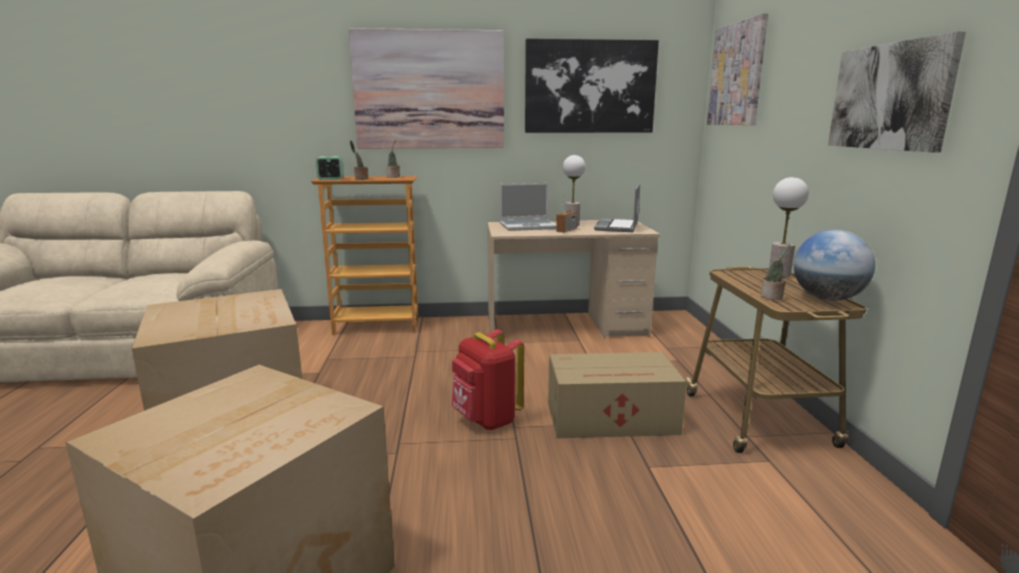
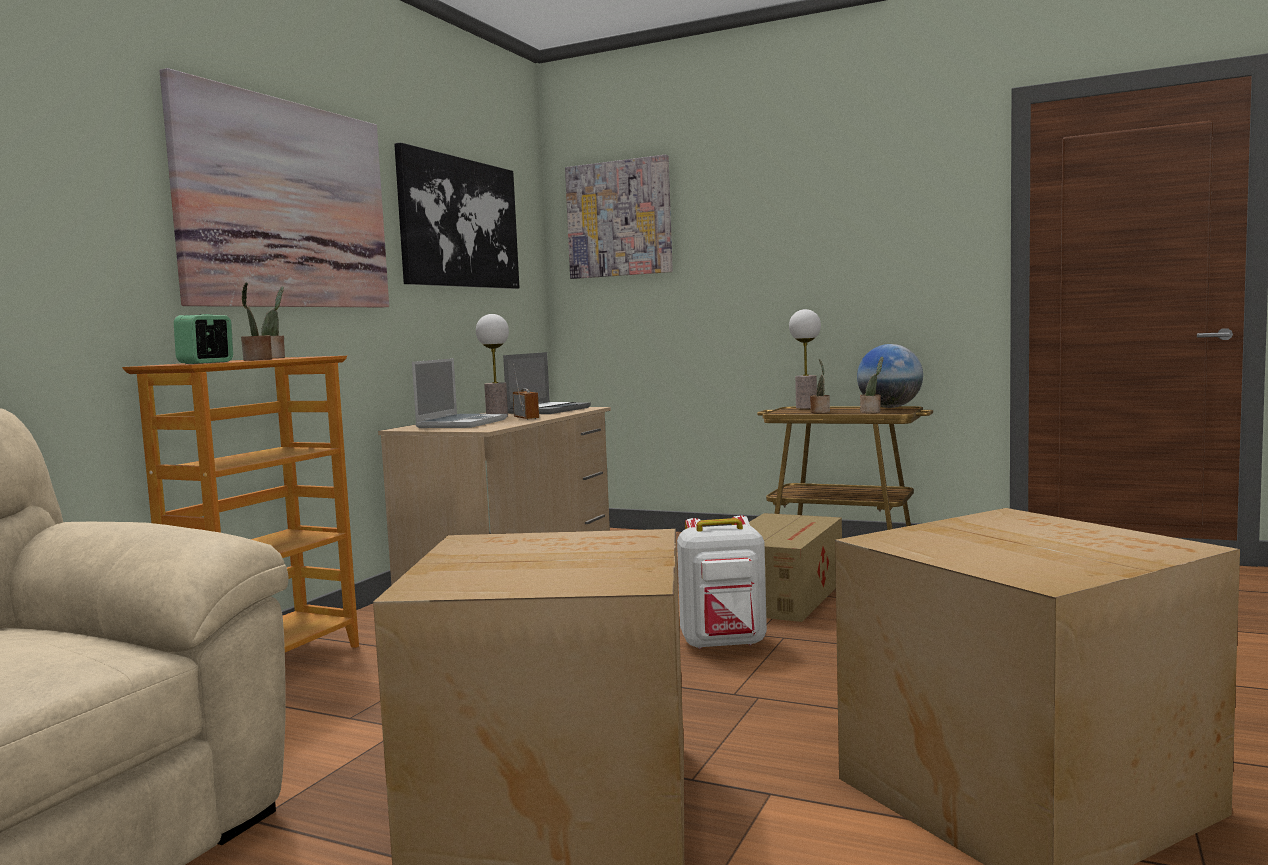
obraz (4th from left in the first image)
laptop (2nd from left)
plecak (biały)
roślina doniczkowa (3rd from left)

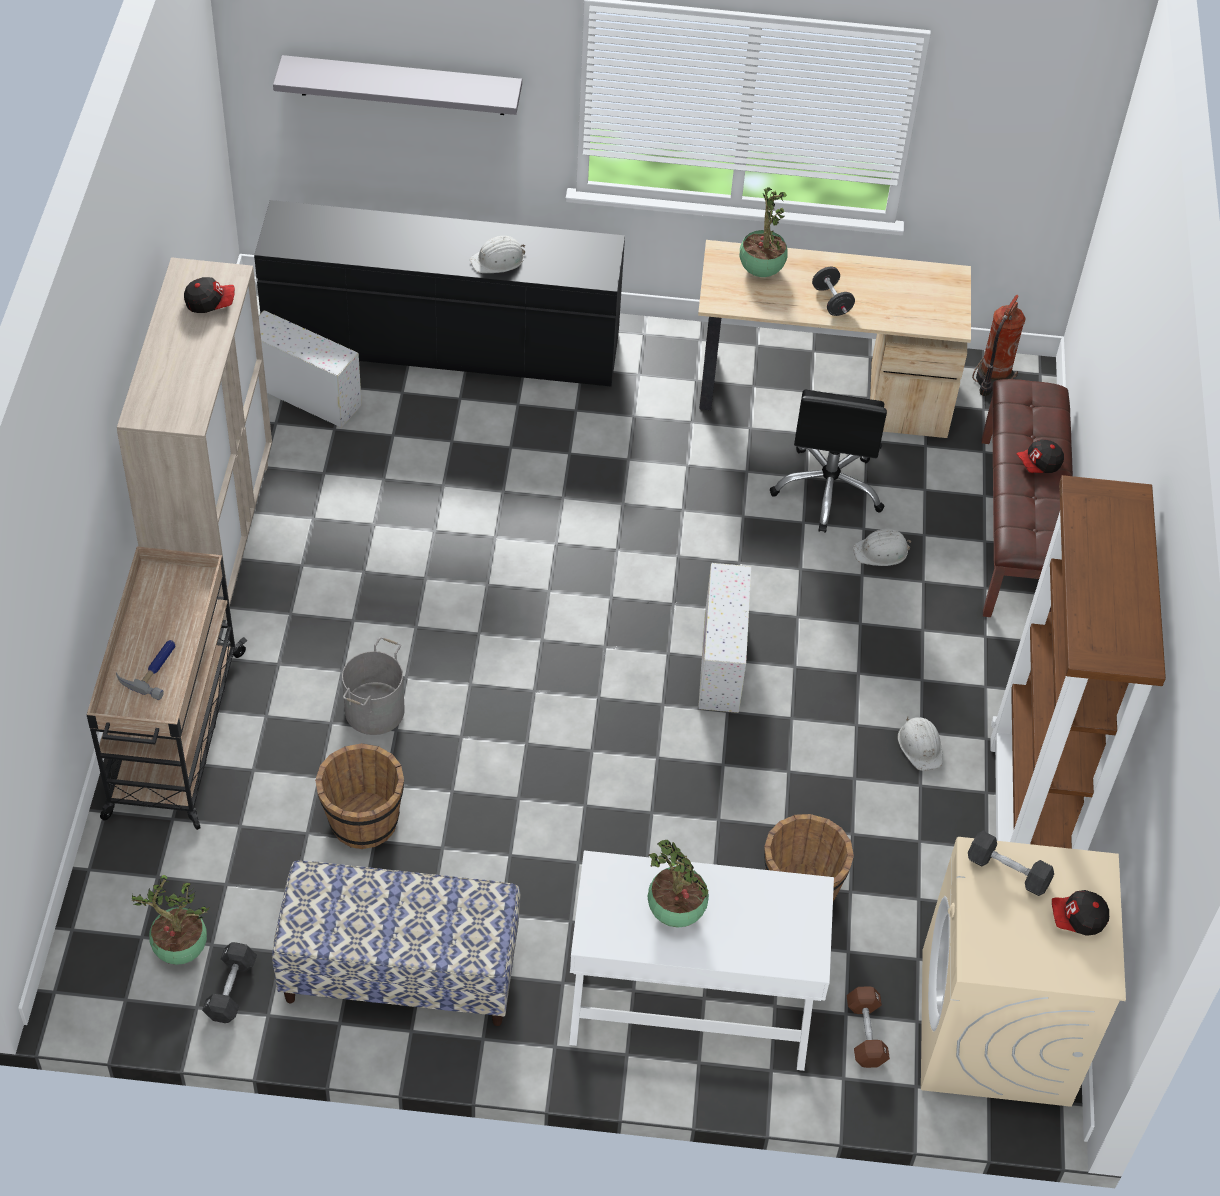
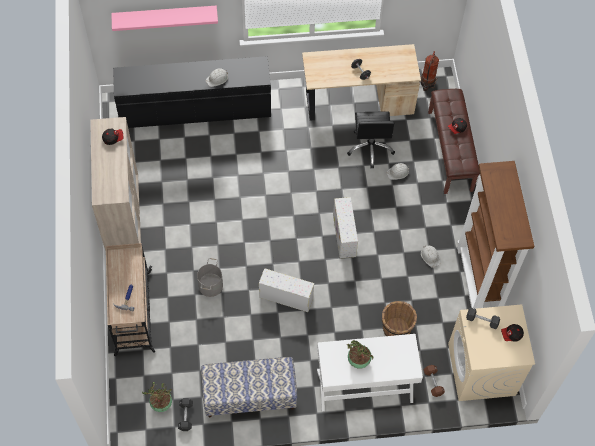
półka (różowy)
roślina doniczkowa (3rd from left in the first image)
pojemnik do przechowywania (biały) (1st from left)
wiadro (brązowy) (1st from left in the first image)

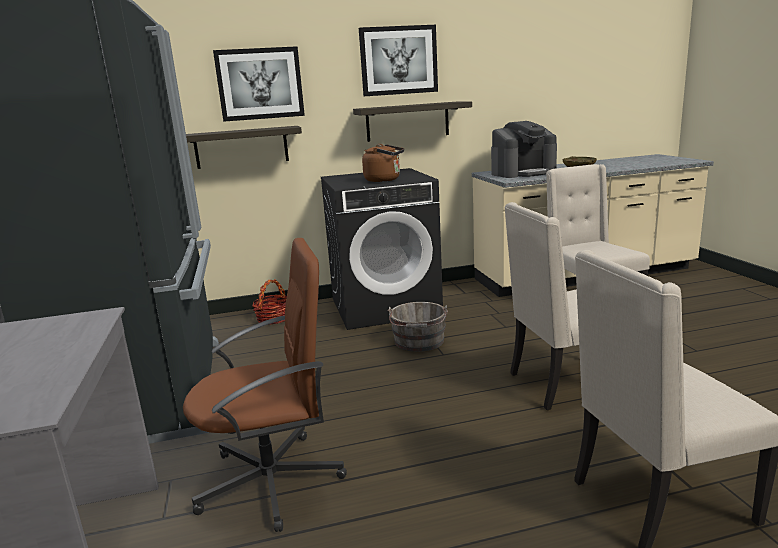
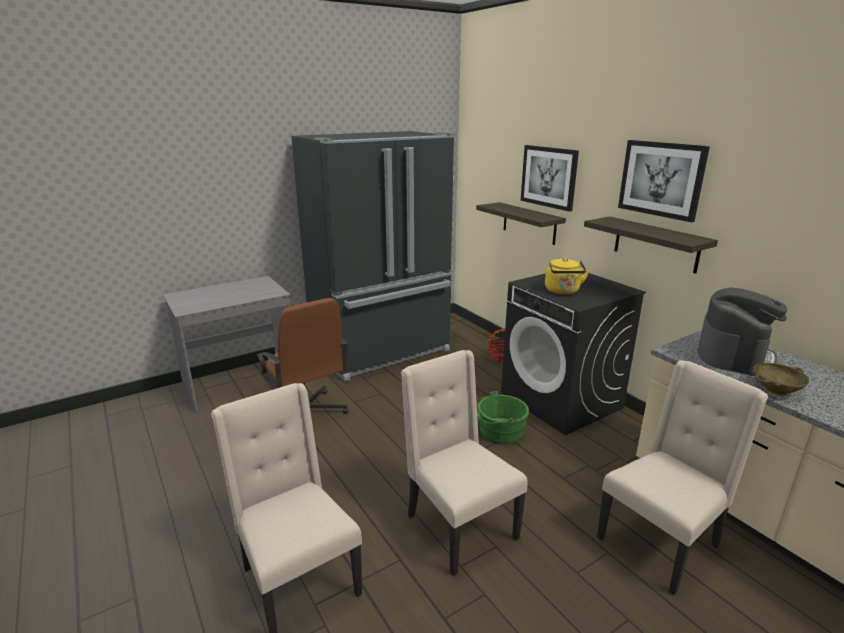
ekspres do kawy
czajnik (żółty)
wiadro (zielony)

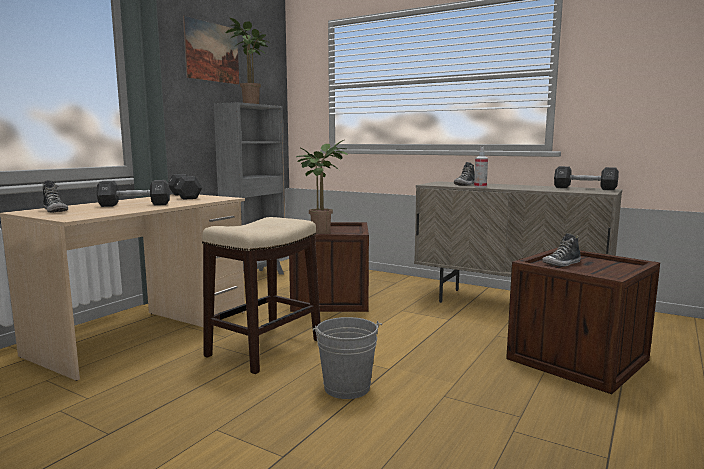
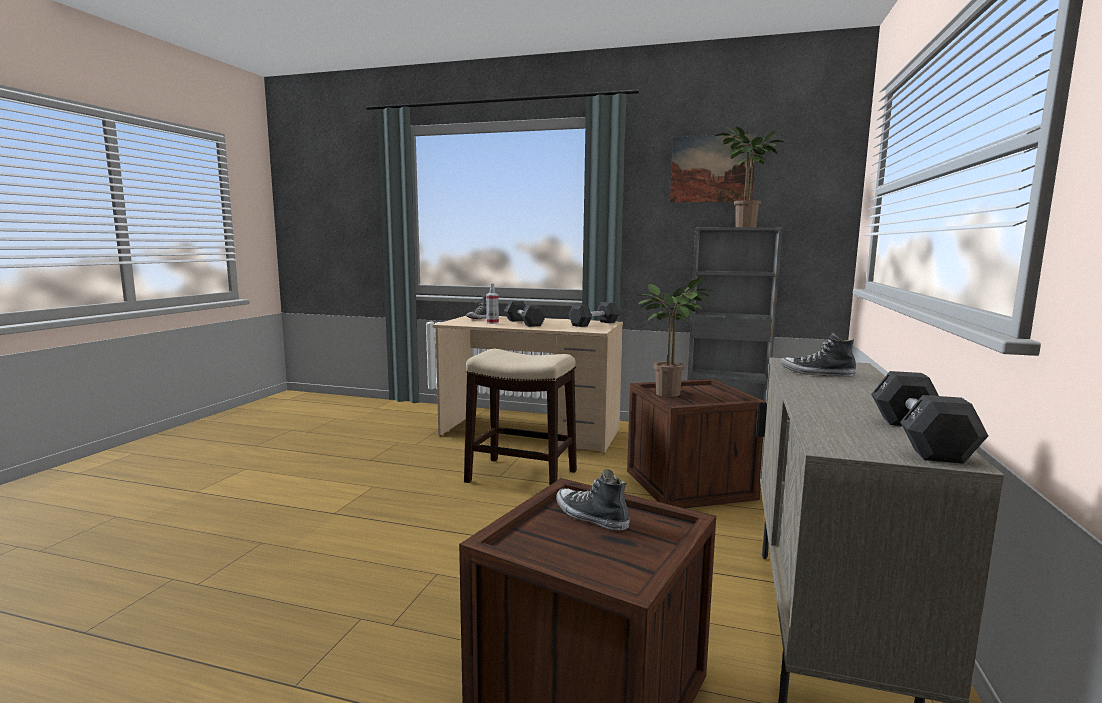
spryskiwacz
wiadro (szary)

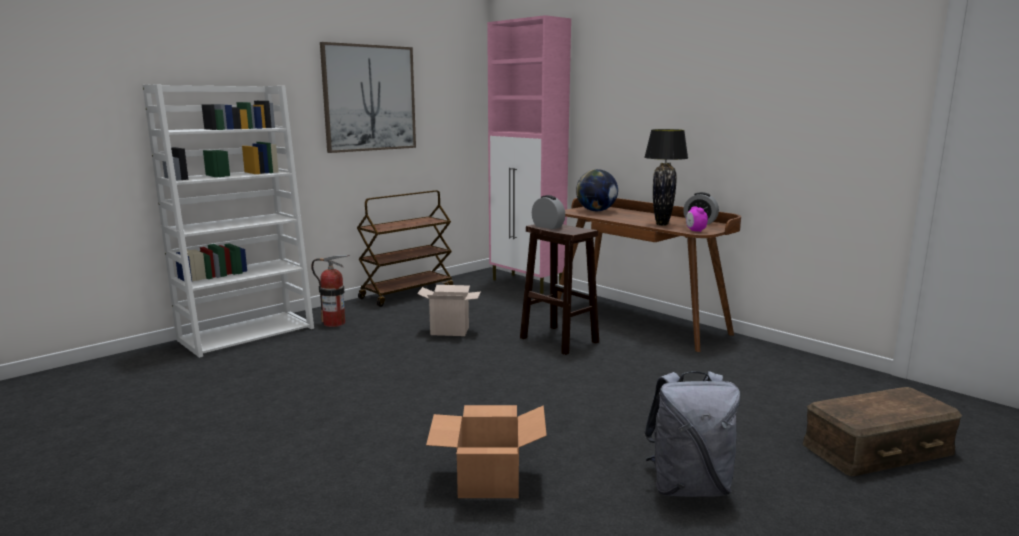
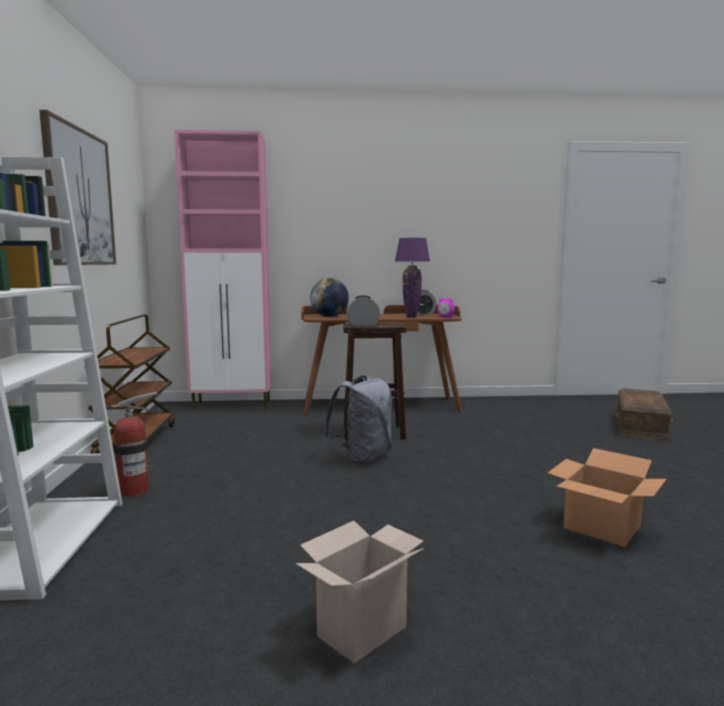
lampa stołowa (fioletowy)
karton (1st from left)
plecak (szary)

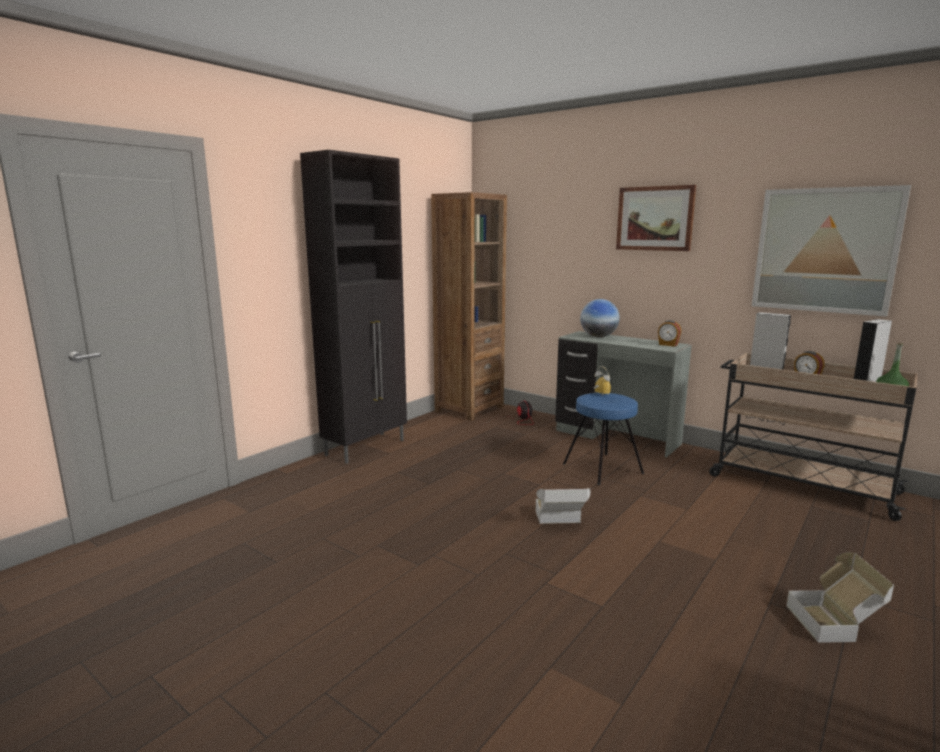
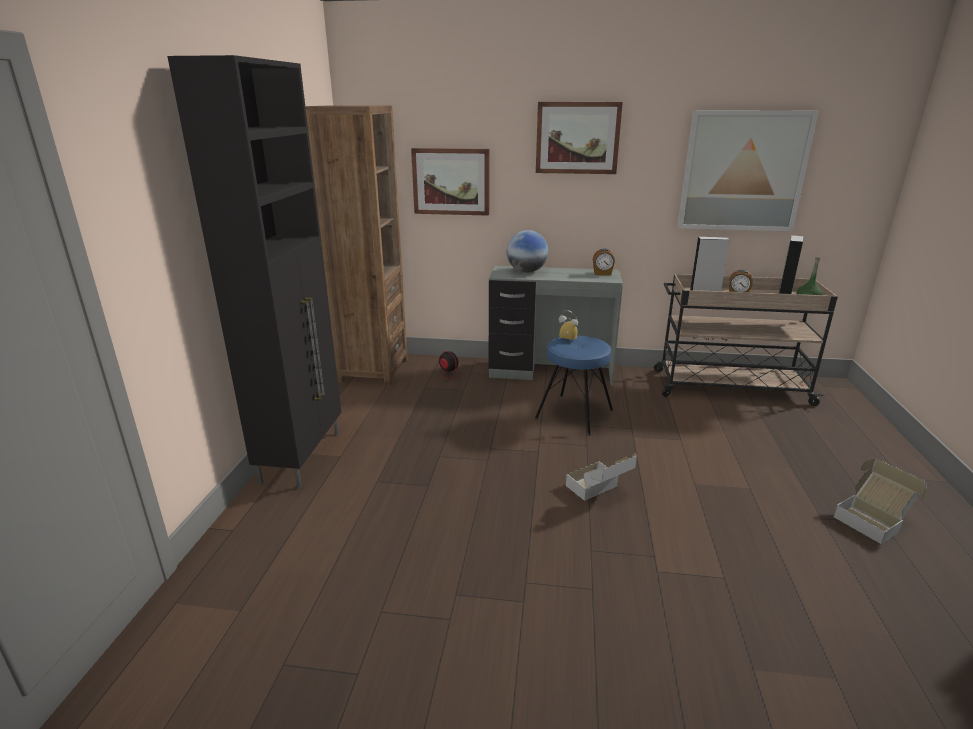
obraz (1st from left)

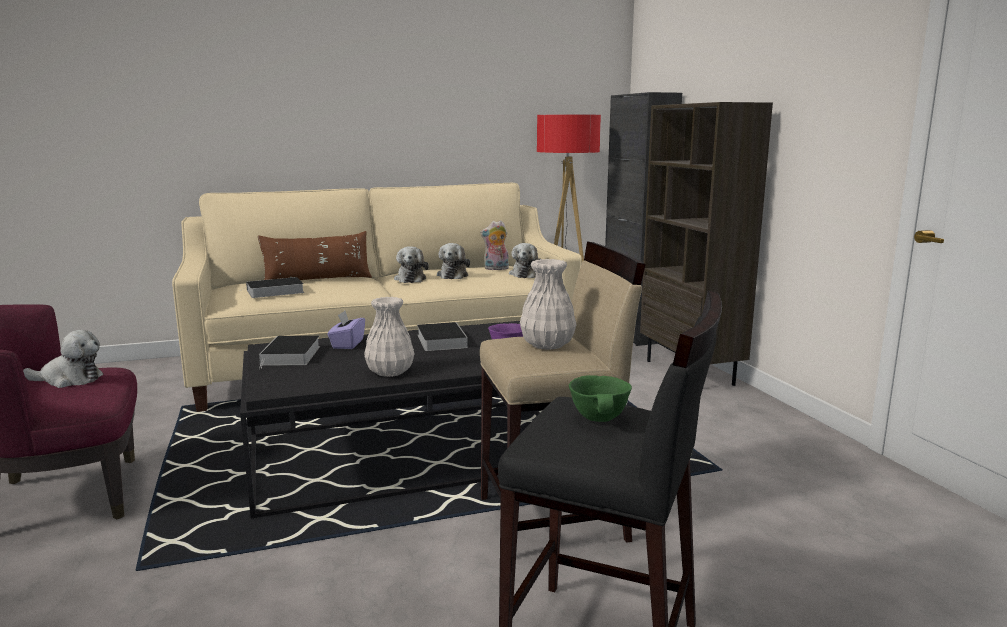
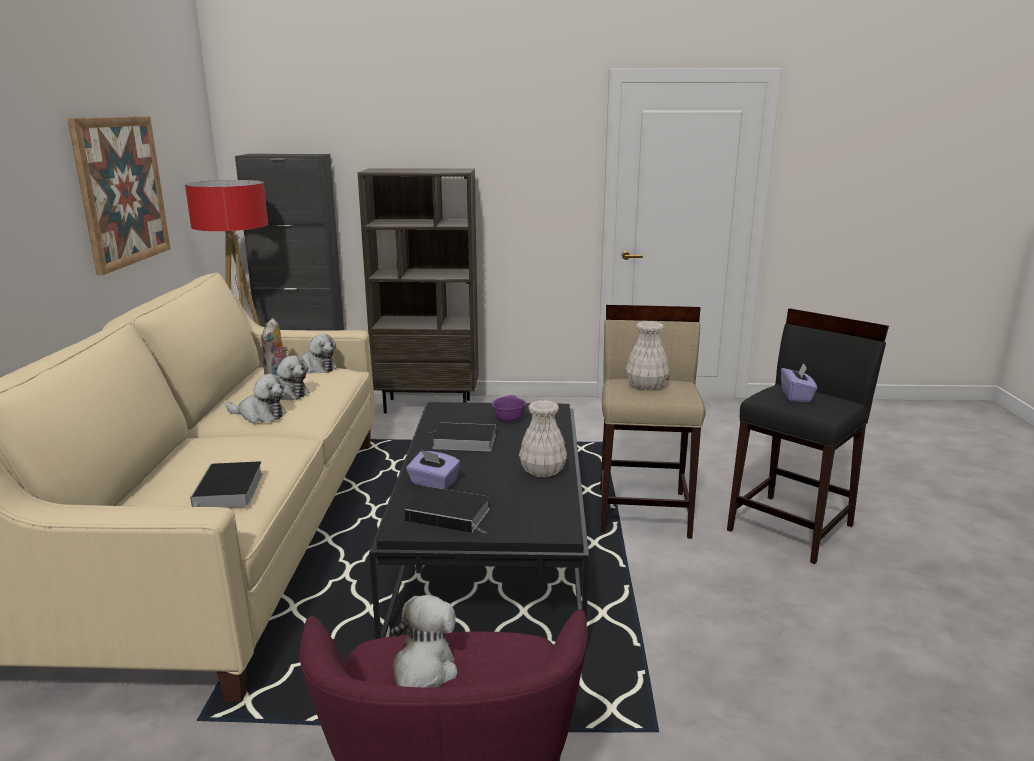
poduszka (brązowy)
pudełko chusteczek (fioletowy) (2nd from left)
obraz

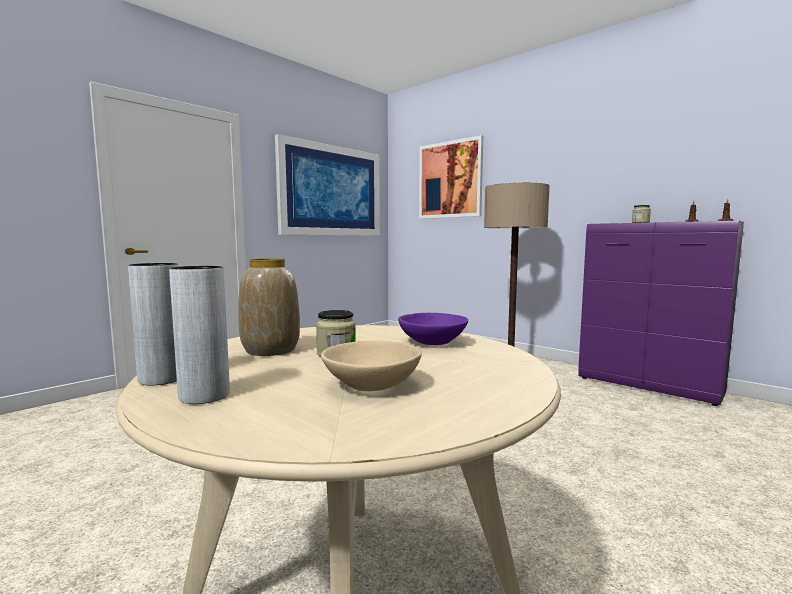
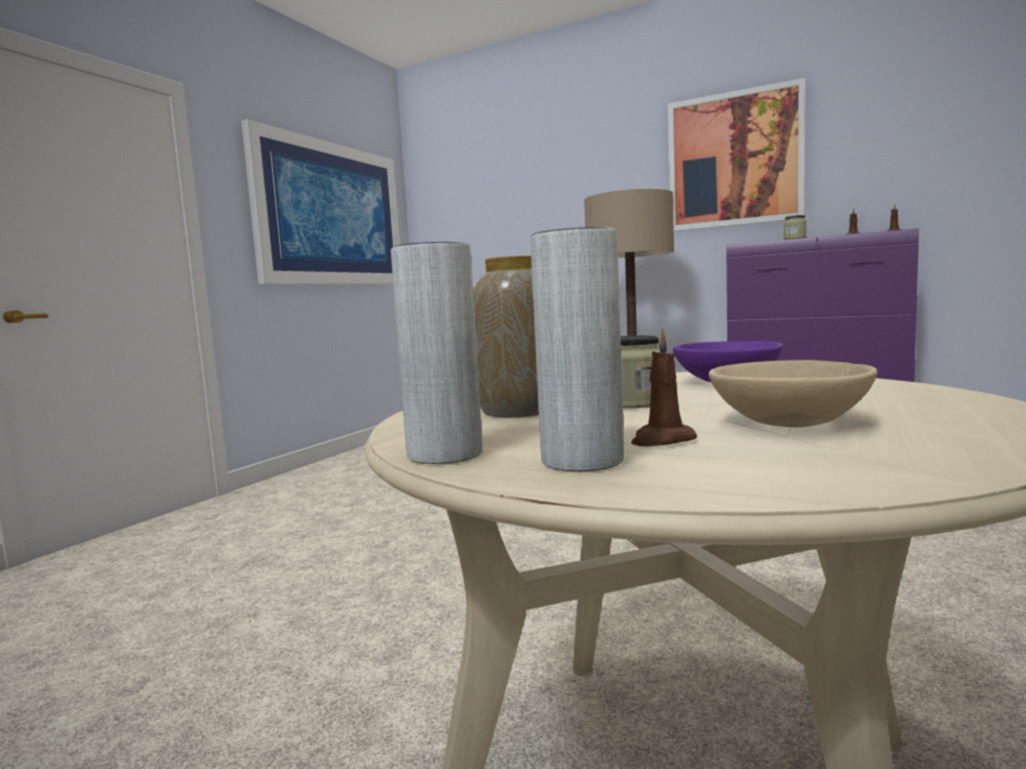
obraz (2nd from left)
świeca (brązowy) (1st from left)

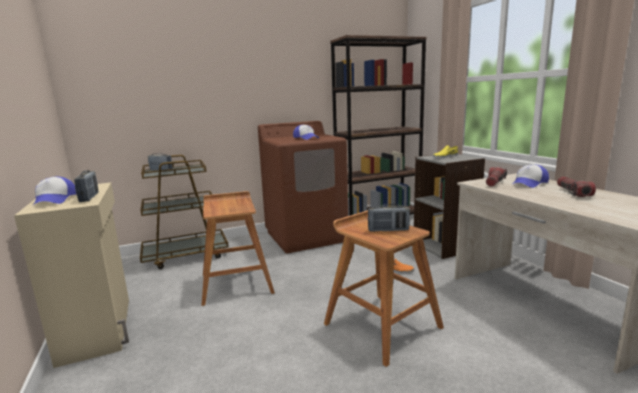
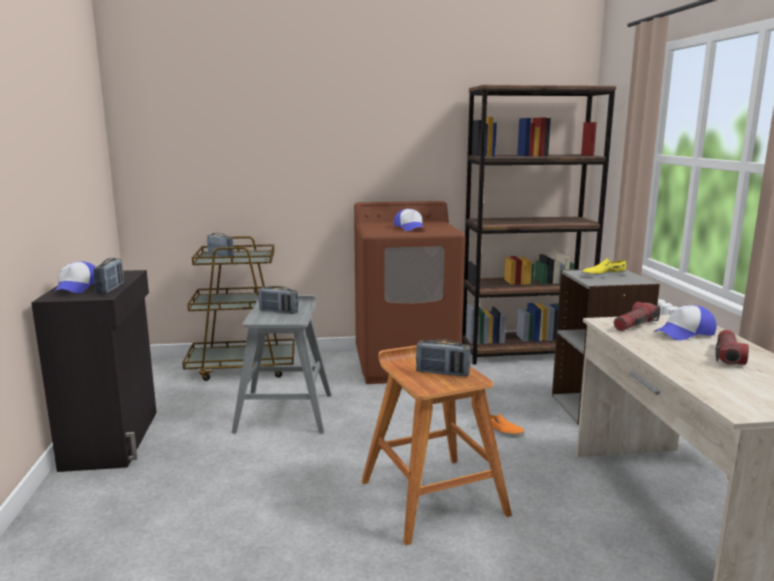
szafka (czarny)
stołek (szary)
radio (3rd from left)

